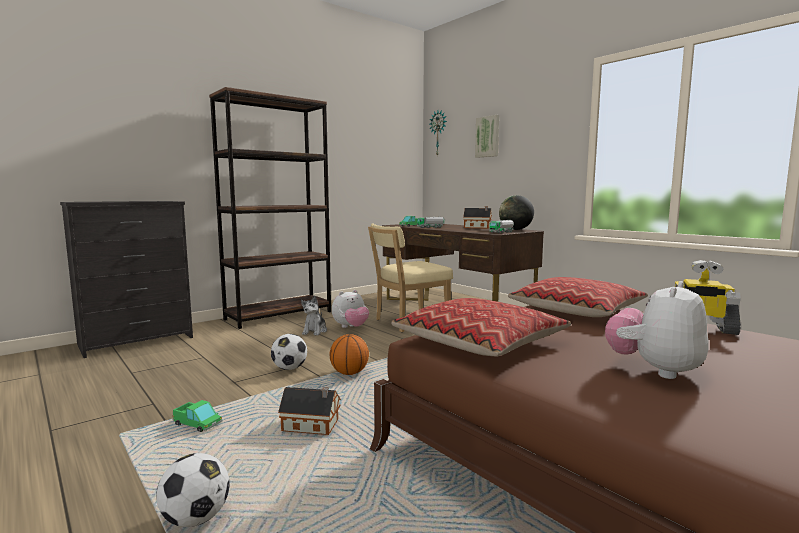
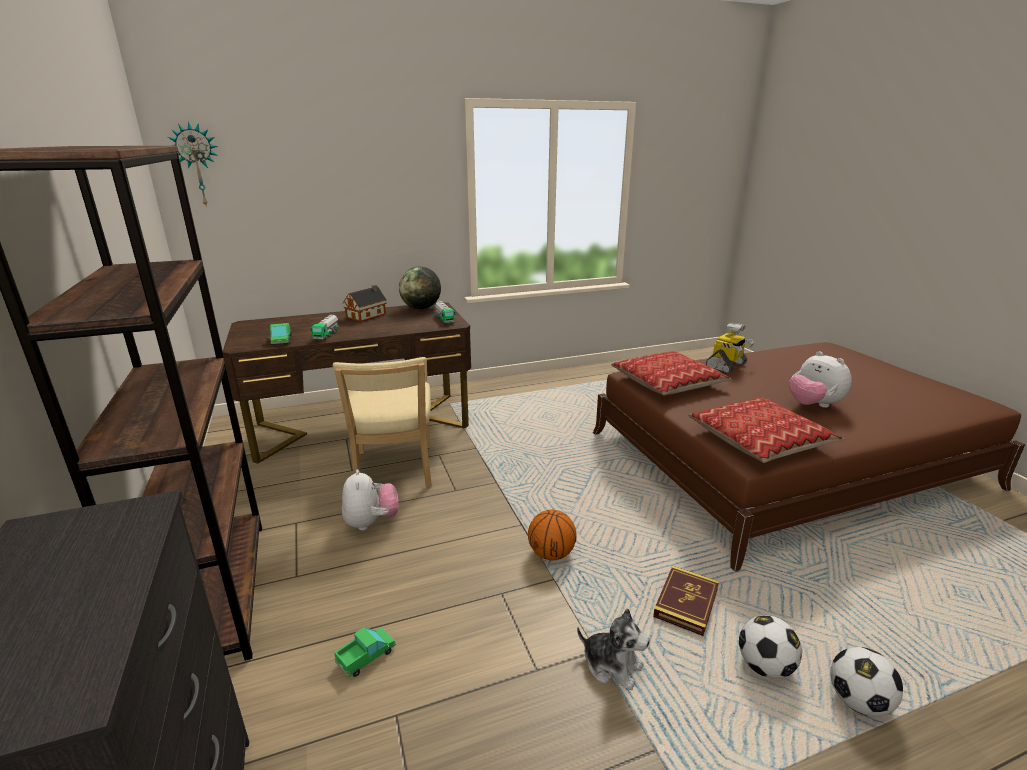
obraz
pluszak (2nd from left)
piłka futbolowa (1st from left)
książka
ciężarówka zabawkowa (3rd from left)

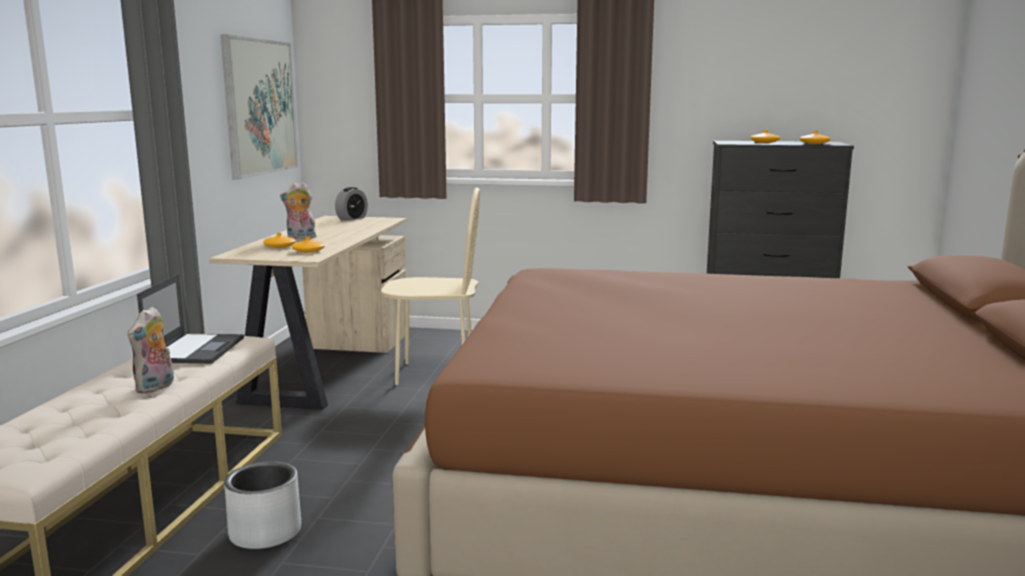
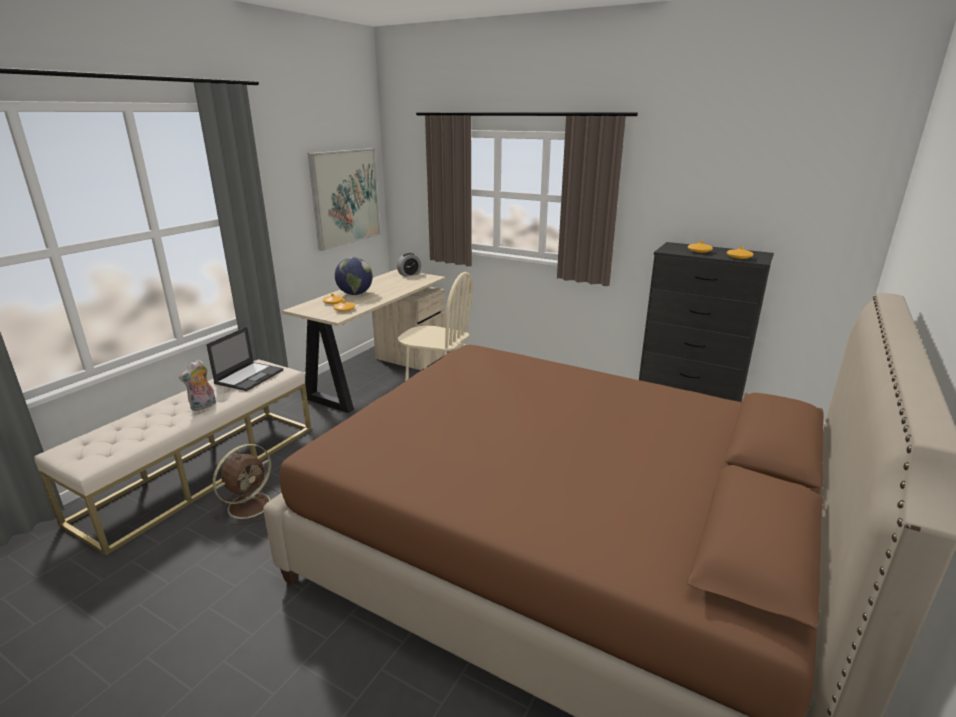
globus
wentylator (brązowy)

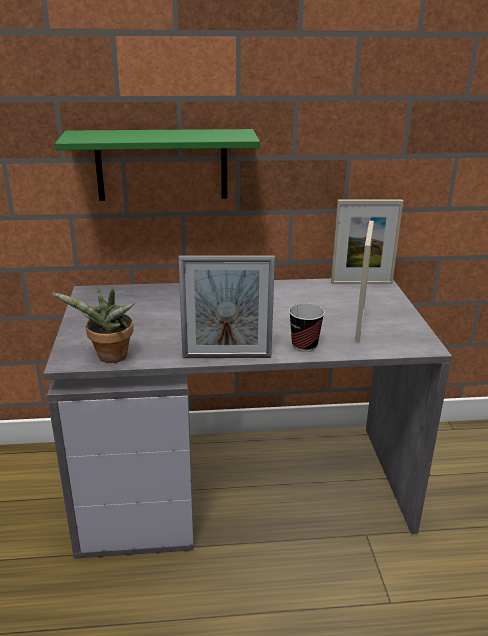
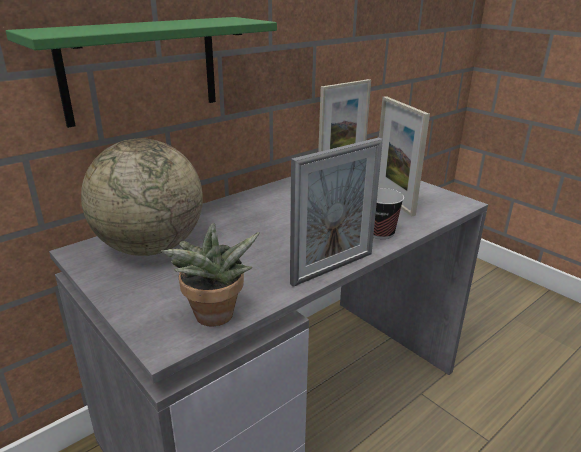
globus

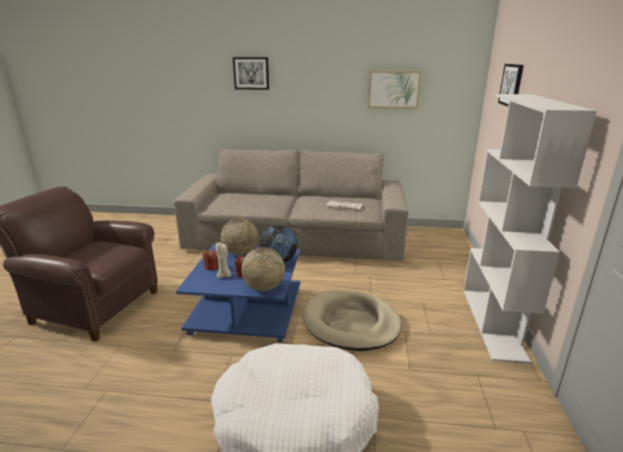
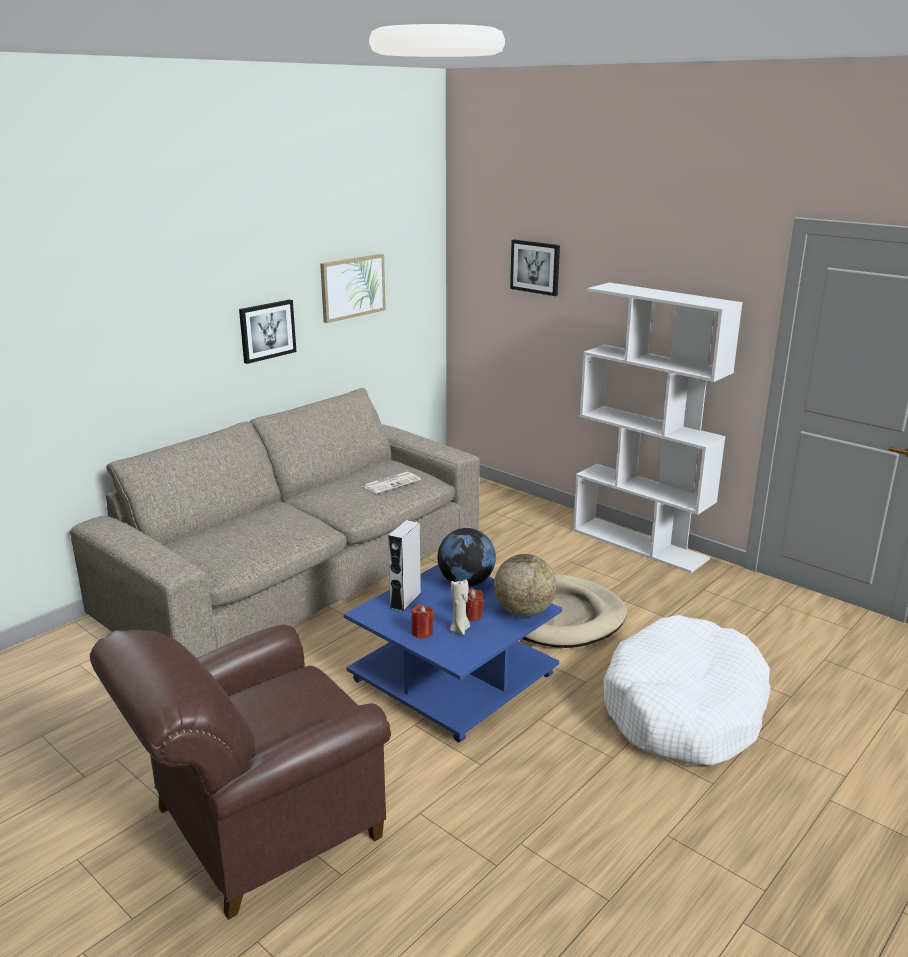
obraz (1st from left)
głośnik (szary)

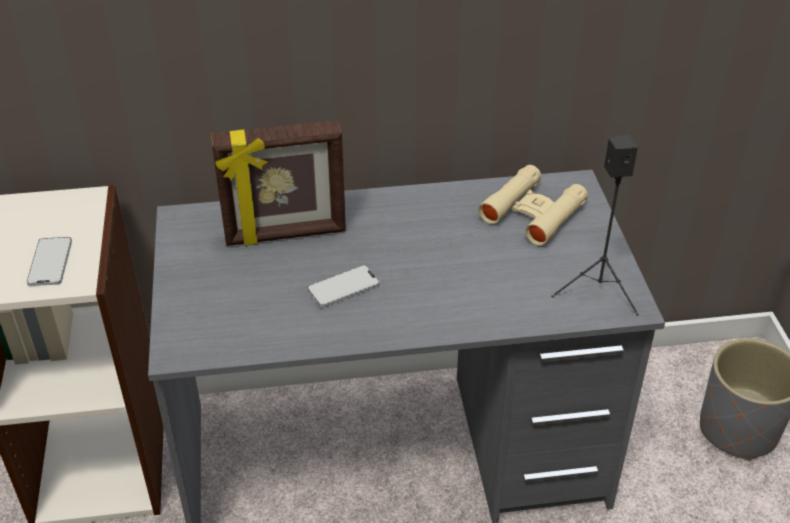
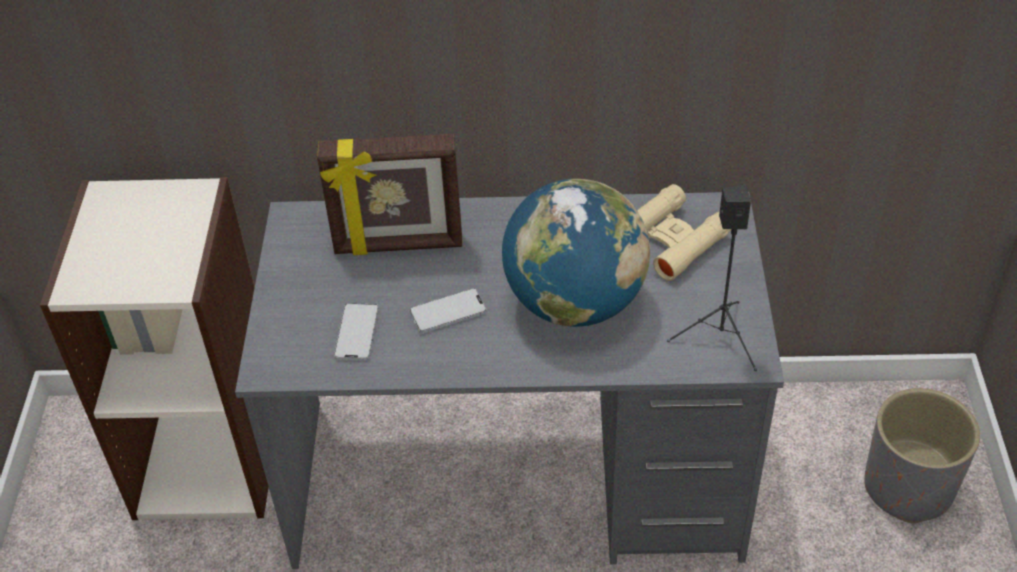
telefon (1st from left)
globus

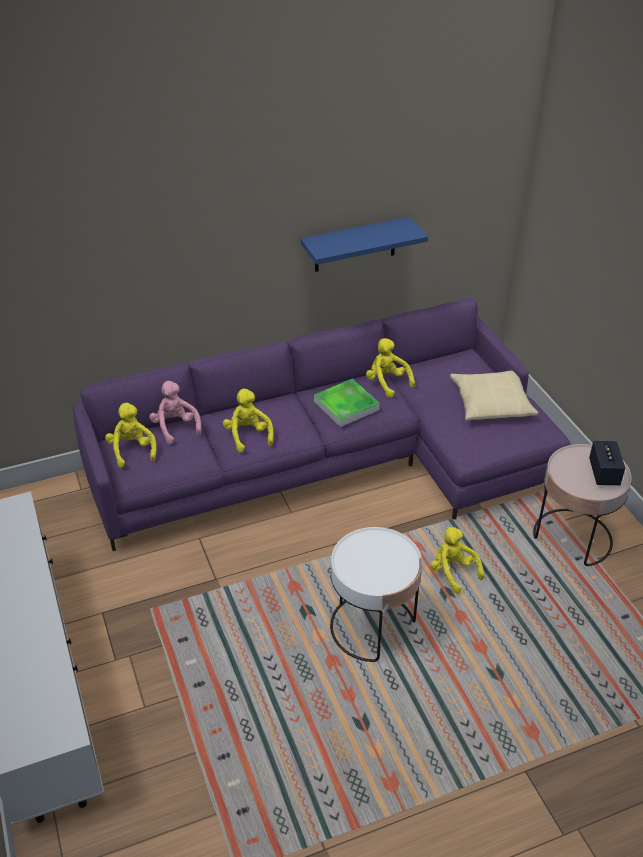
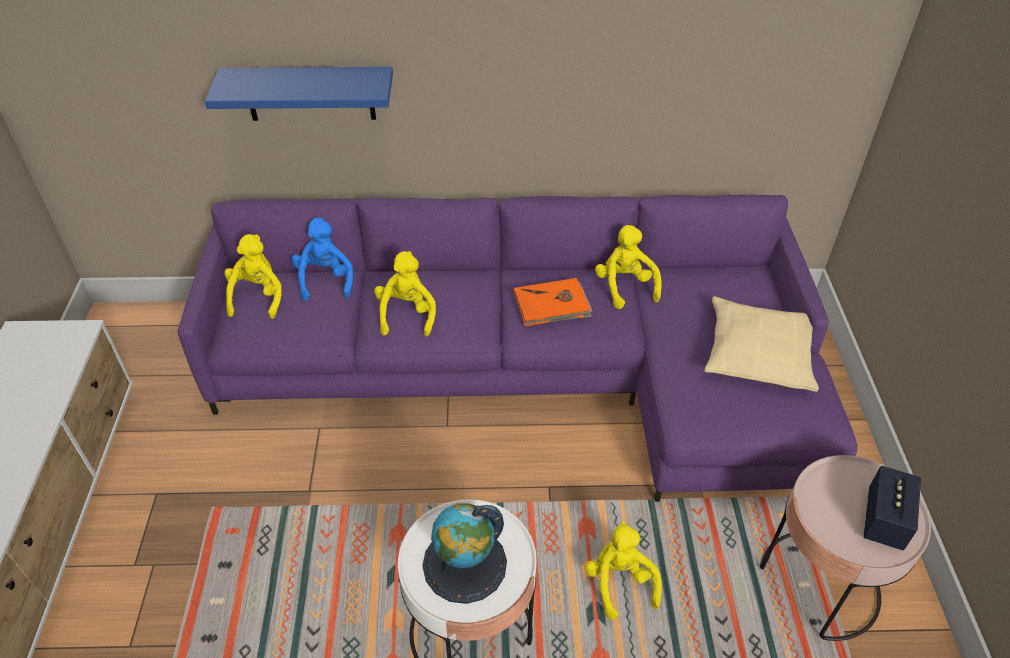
półka (niebieski)
książka (pomarańczowy)
pluszak (niebieski)
globus

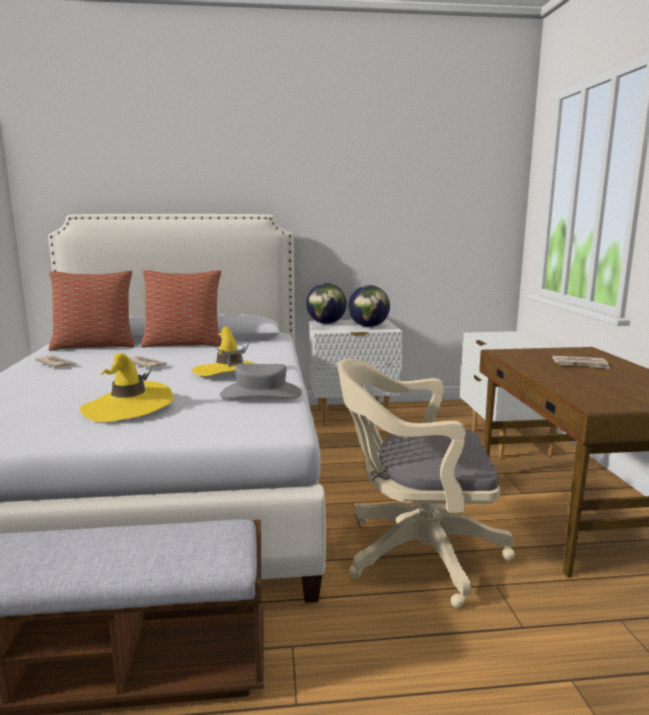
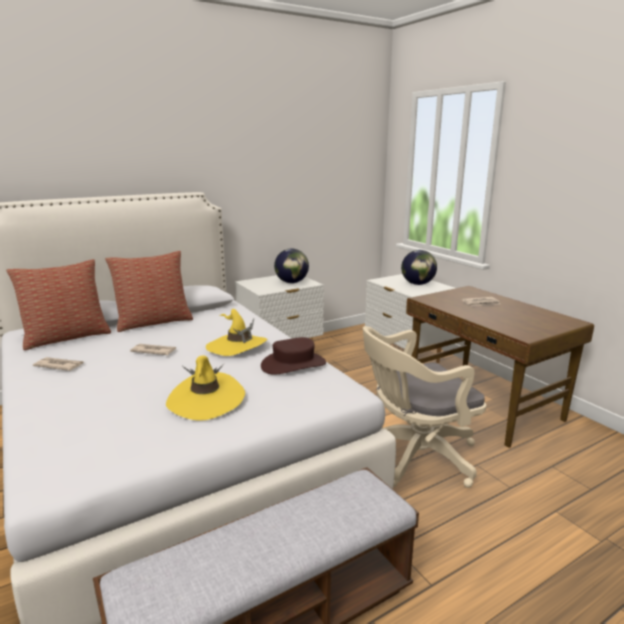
globus (2nd from left)
kapelusz (brązowy)

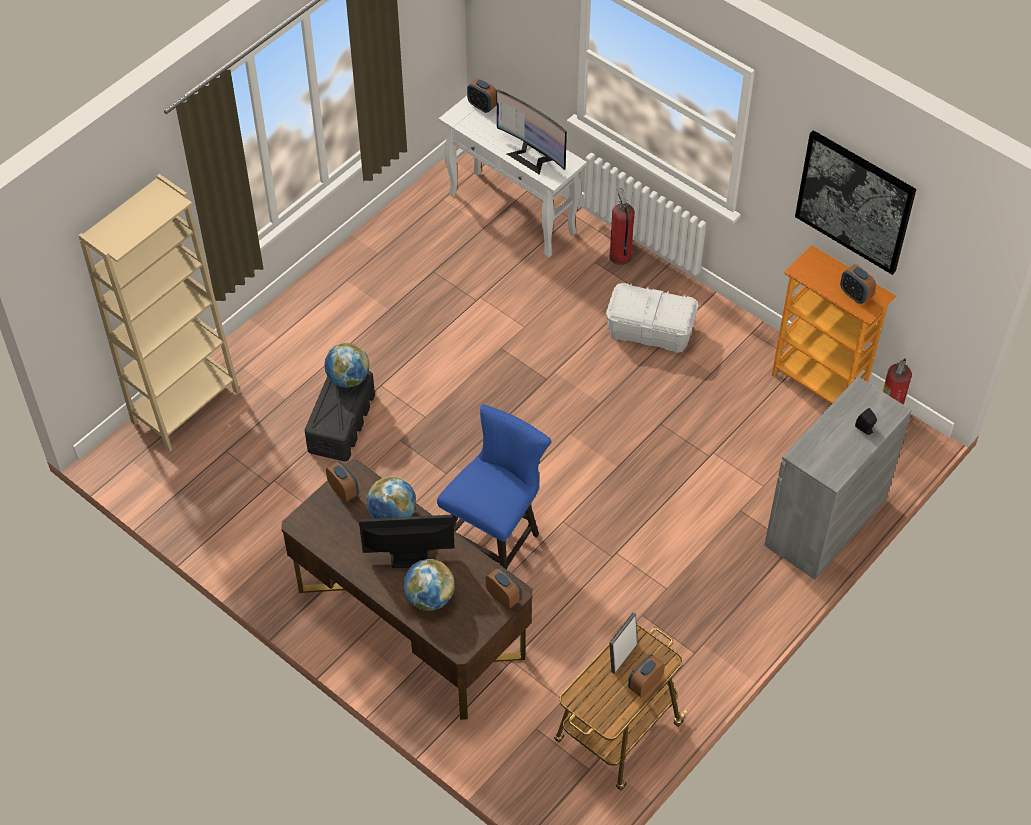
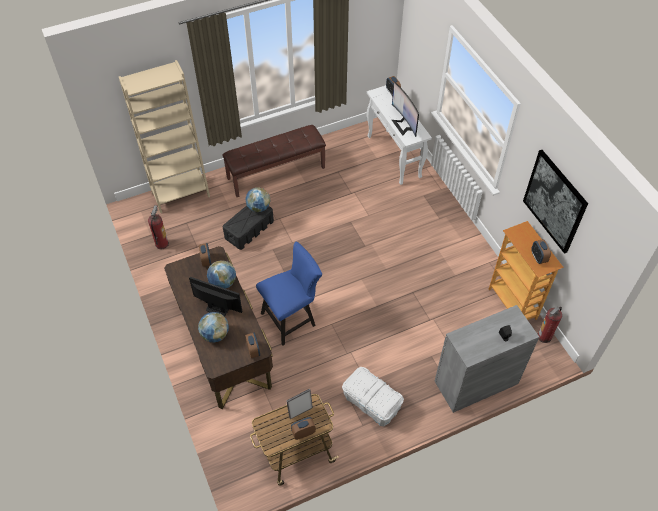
gaśnica (1st from left)
pojemnik do przechowywania (biały)
ławka (brązowy)

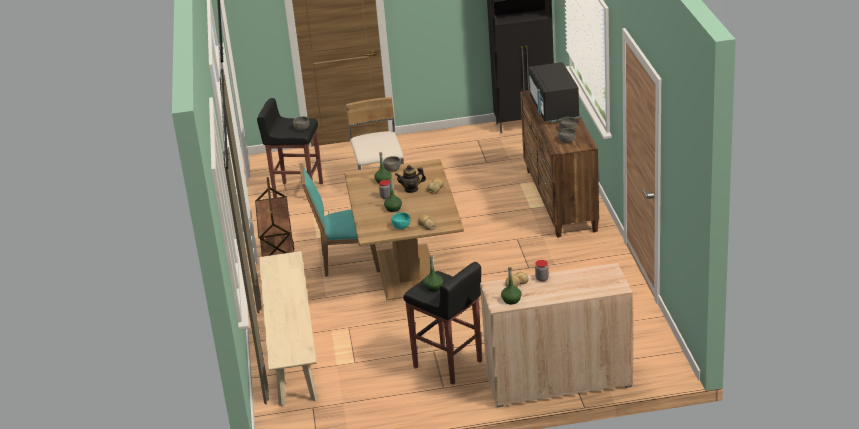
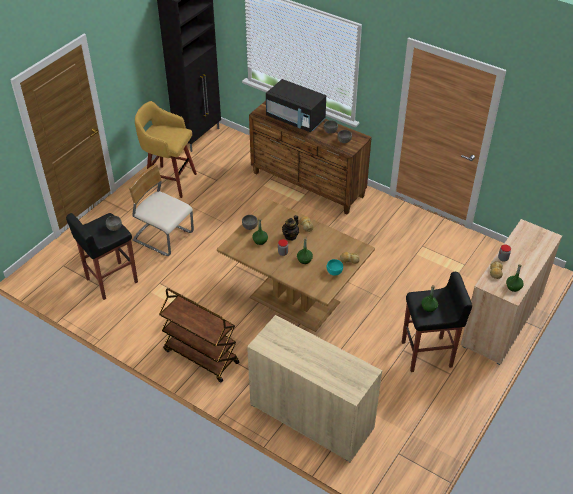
krzesło (turkusowy)
szafka (beżowy) (1st from left)
stołek (żółty)

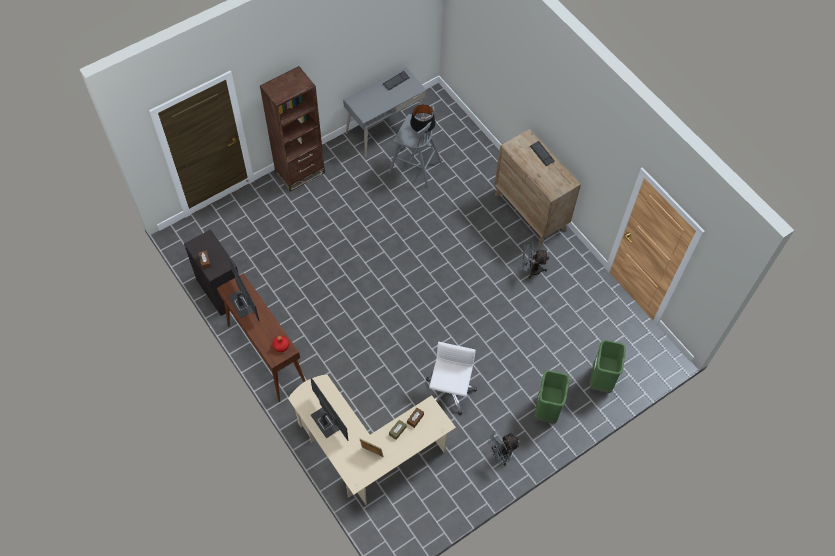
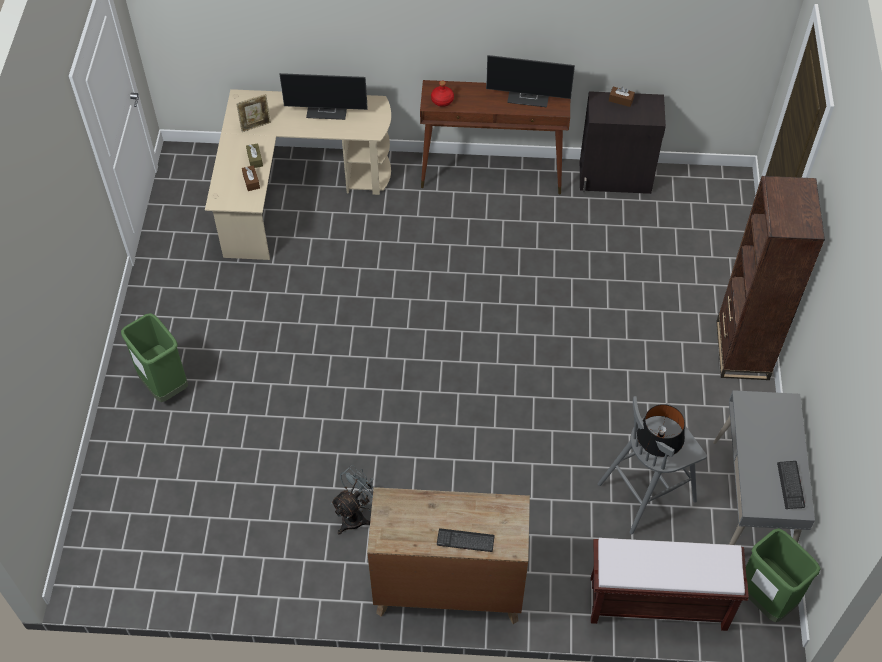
kosz na śmieci (zielony) (2nd from left)
krzesło biurowe (biały)
wentylator (szary) (1st from left in the first image)
ławka (brązowy)

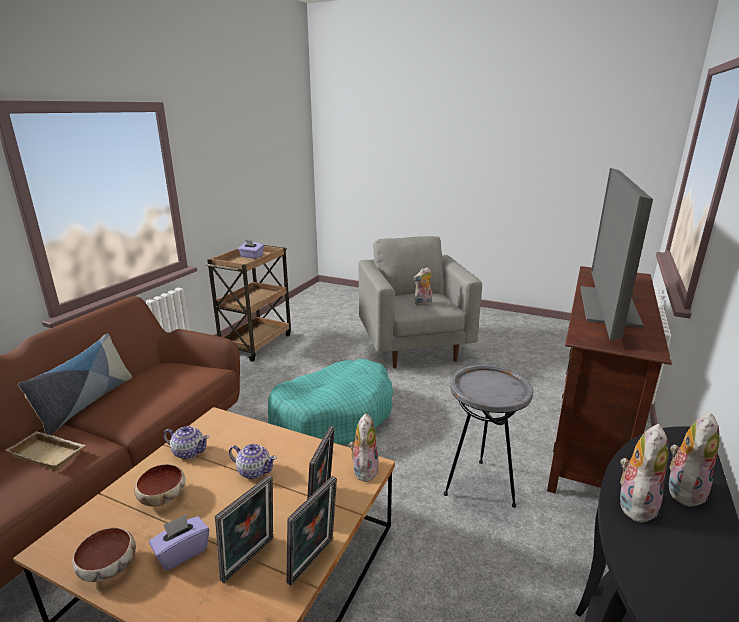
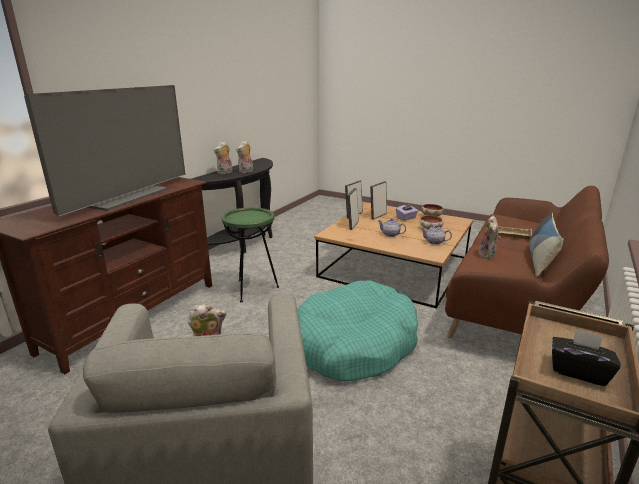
pudełko chusteczek (czarny)
stolik (zielony)
pluszak (4th from left)

